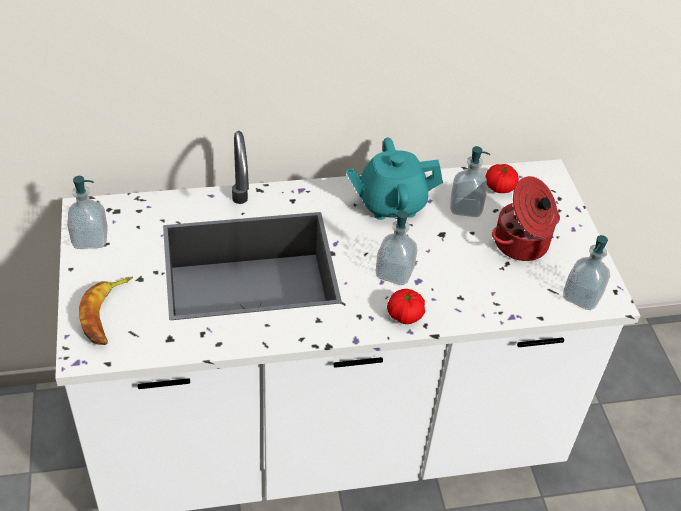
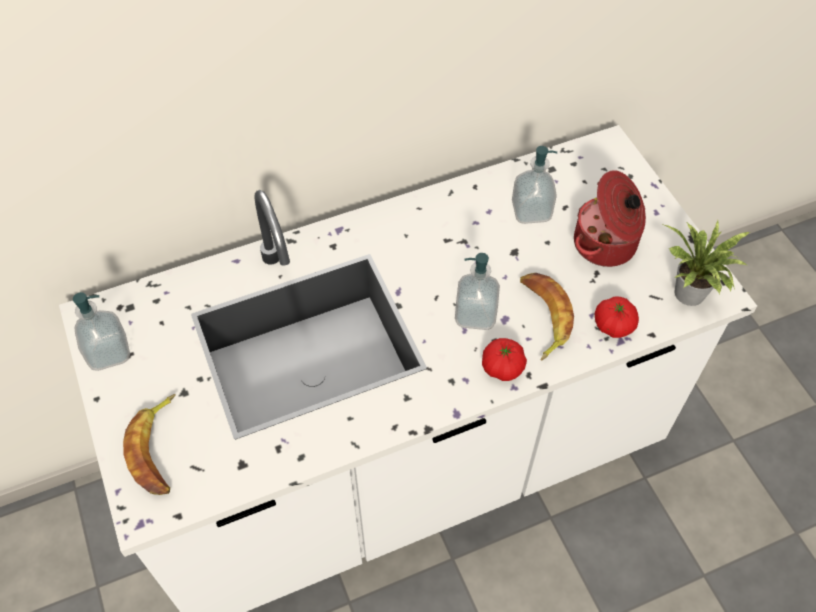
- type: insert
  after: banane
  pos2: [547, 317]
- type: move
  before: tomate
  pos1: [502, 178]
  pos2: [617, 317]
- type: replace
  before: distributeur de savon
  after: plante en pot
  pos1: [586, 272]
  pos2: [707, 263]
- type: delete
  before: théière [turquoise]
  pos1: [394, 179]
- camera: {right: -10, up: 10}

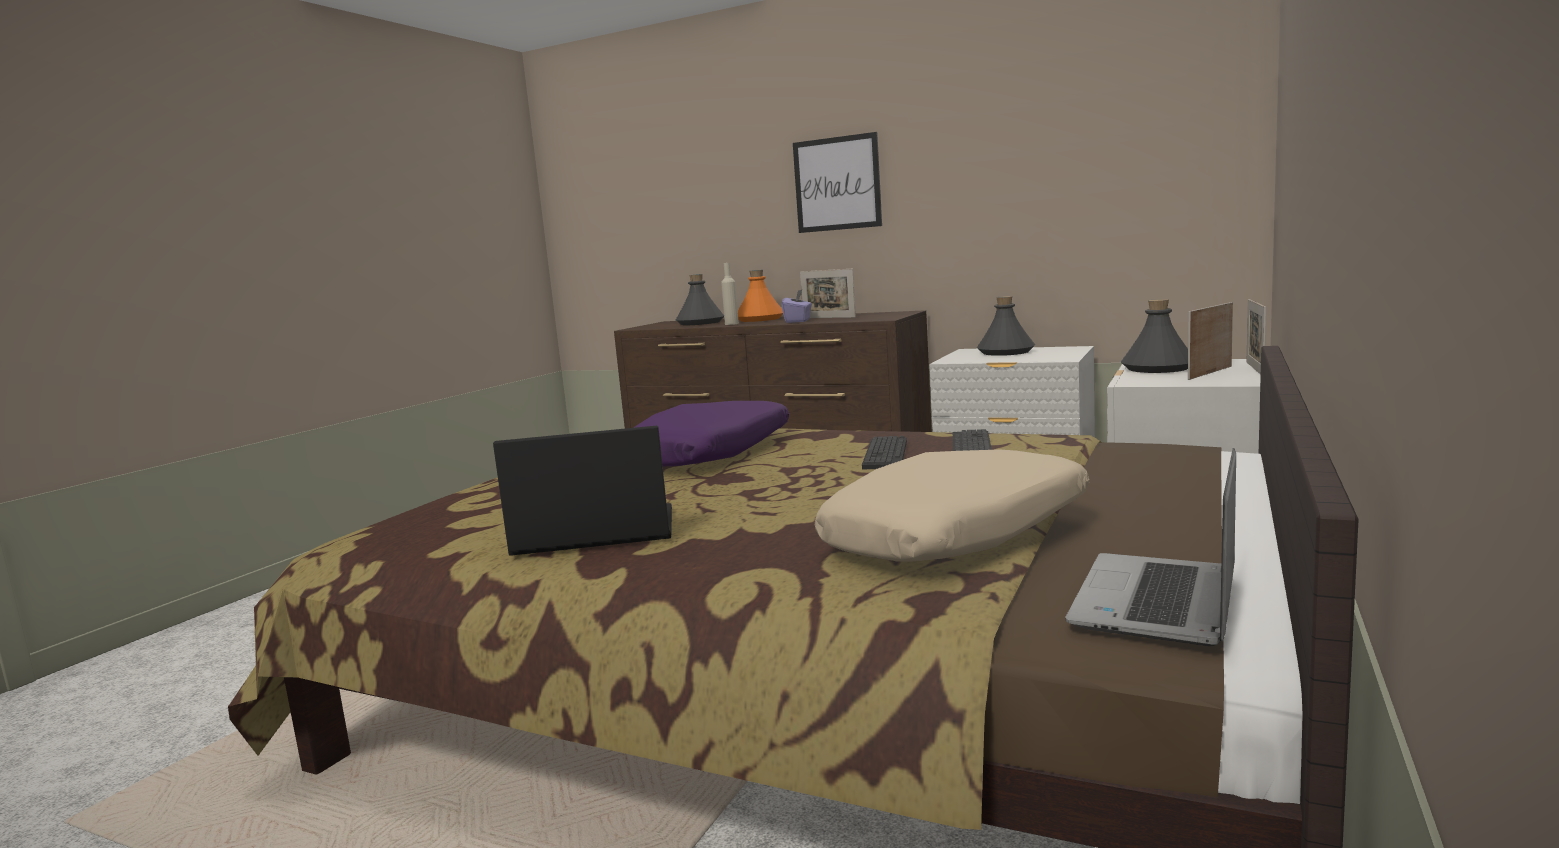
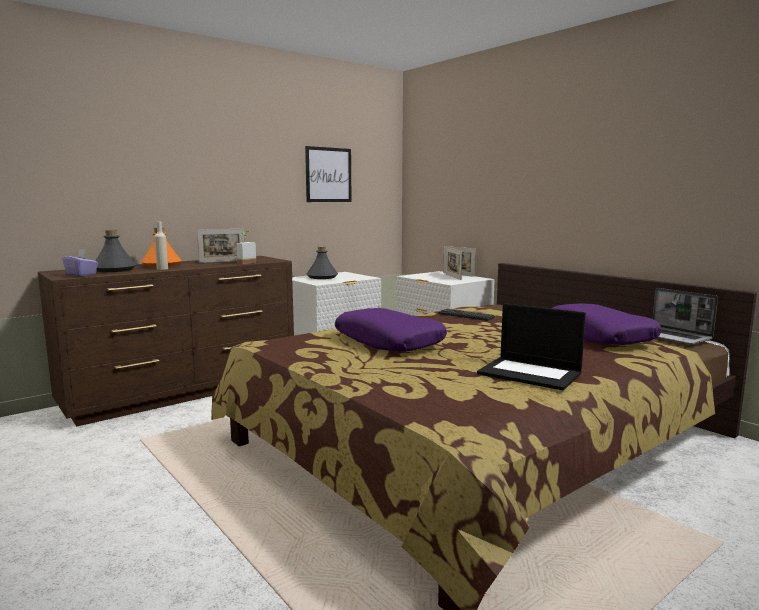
- type: move
  before: boîte à mouchoirs [violet]
  pos1: [796, 306]
  pos2: [80, 263]
- type: insert
  after: plante en pot
  pos2: [246, 247]
- type: move
  before: tableau
  pos1: [837, 182]
  pos2: [328, 174]
- type: rotate
  before: ordinateur portable
  pos1: [582, 491]
  pos2: [531, 346]
  turn: -75
- type: recolor
  before: coussin [beige]
  after: coussin [violet]
  pos1: [952, 505]
  pos2: [607, 324]
- type: delete
  before: clavier
  pos1: [884, 452]
- type: delete
  before: bouteille [gris]
  pos1: [1154, 336]
- camera: {right: -65, up: 0}

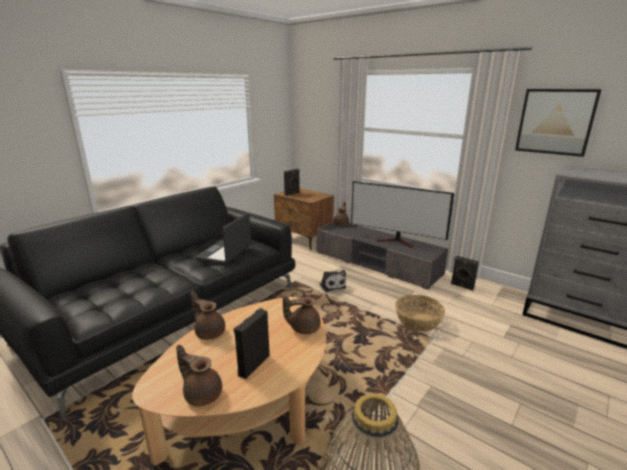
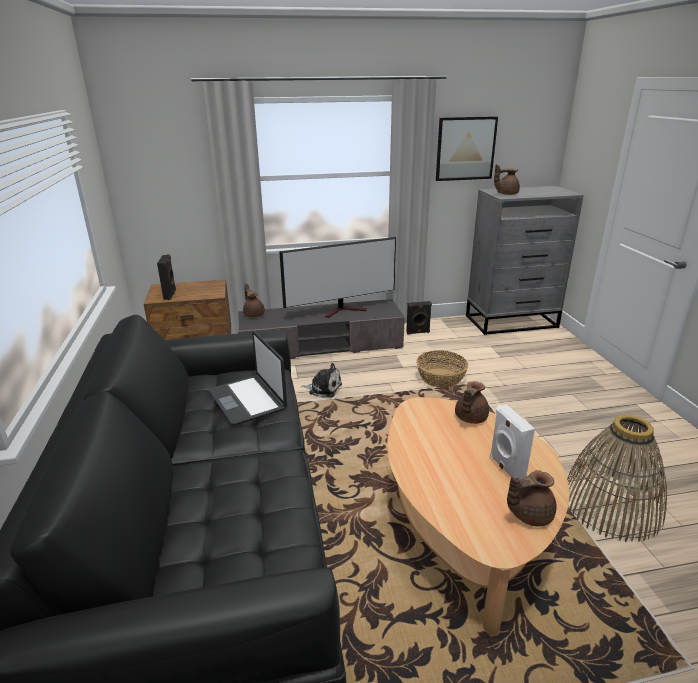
- type: recolor
  before: enceinte [noir]
  after: enceinte [blanc]
  pos1: [252, 343]
  pos2: [512, 442]
- type: move
  before: théière [marron]
  pos1: [208, 315]
  pos2: [507, 179]
- camera: {right: -50, up: 5}

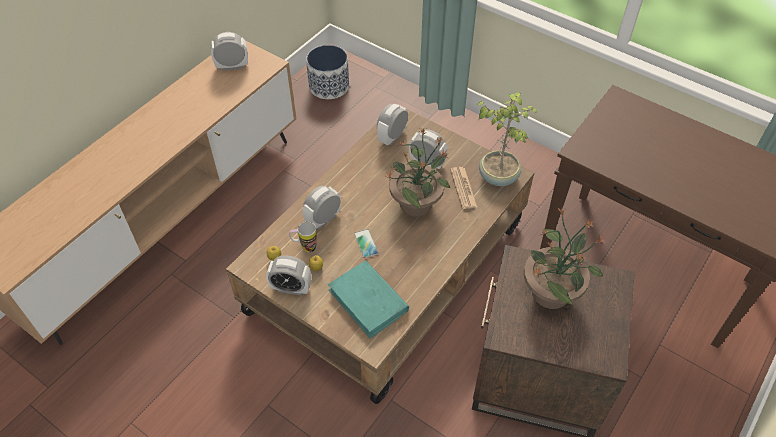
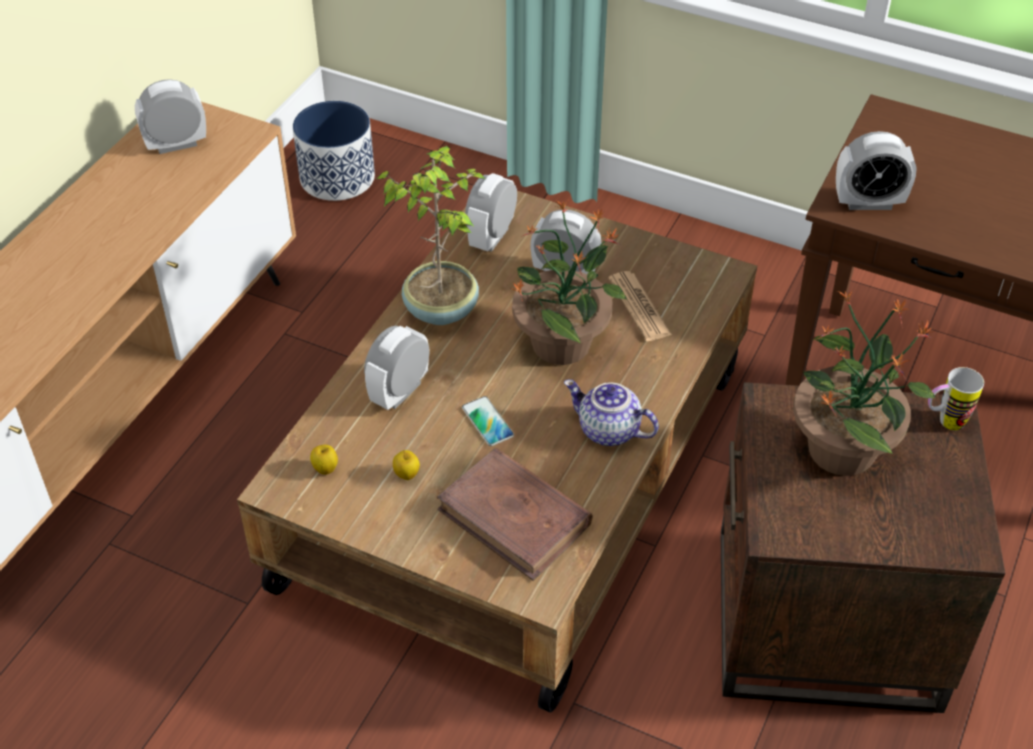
- type: move
  before: plante en pot
  pos1: [506, 139]
  pos2: [431, 235]
- type: recolor
  before: livre [turquoise]
  after: livre [marron]
  pos1: [368, 299]
  pos2: [515, 514]
- type: insert
  after: théière
  pos2: [611, 412]
- type: move
  before: réveil
  pos1: [288, 275]
  pos2: [876, 170]
- type: move
  before: mug
  pos1: [303, 237]
  pos2: [956, 398]
- camera: {right: -10, up: -5}

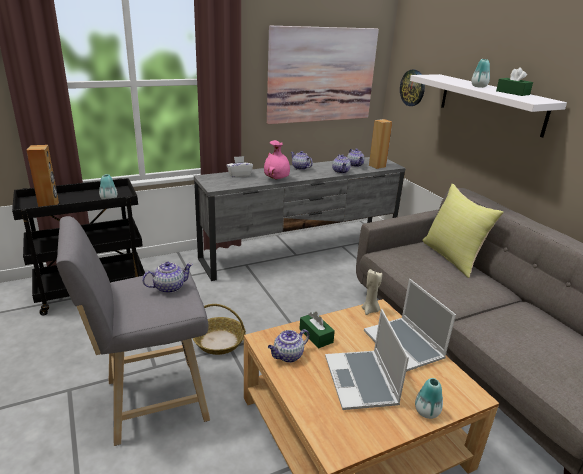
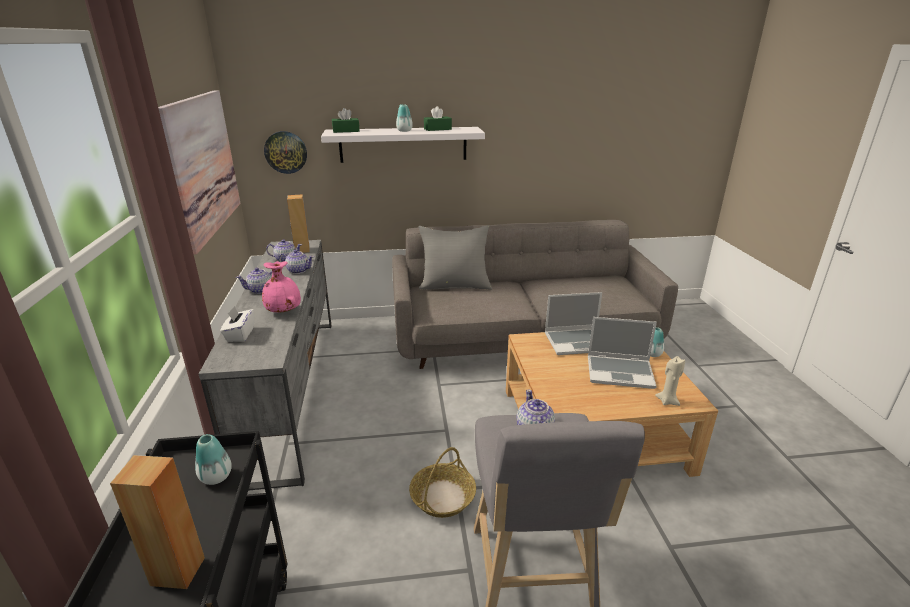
- type: move
  before: boîte à mouchoirs [vert]
  pos1: [317, 330]
  pos2: [346, 120]
- type: recolor
  before: coussin [jaune]
  after: coussin [gris]
  pos1: [463, 231]
  pos2: [455, 257]
- type: move
  before: bougie [beige]
  pos1: [372, 292]
  pos2: [670, 381]
- type: delete
  before: théière
  pos1: [288, 346]
- camera: {right: -70, up: 0}

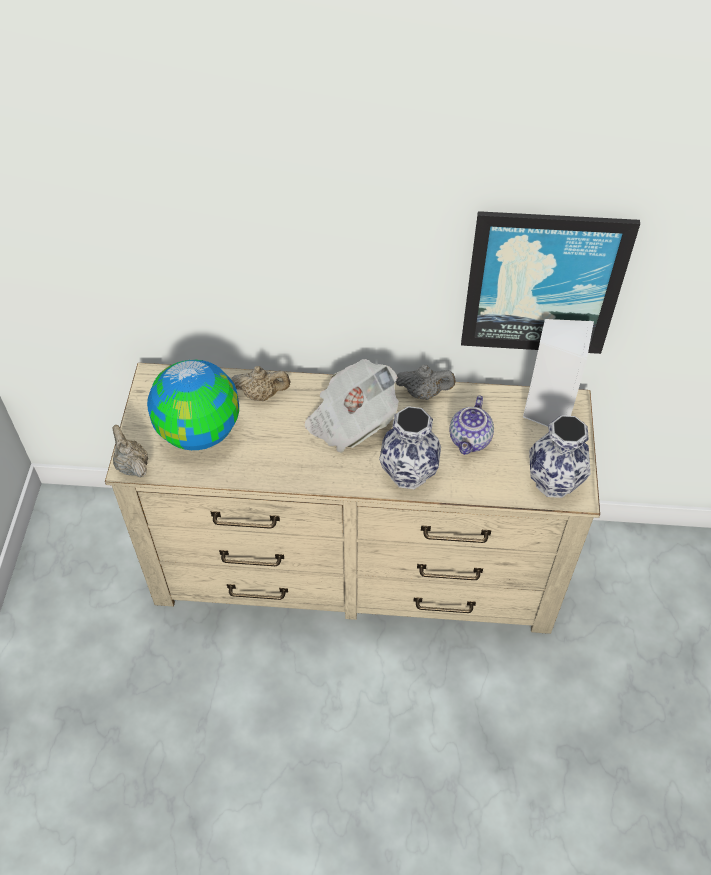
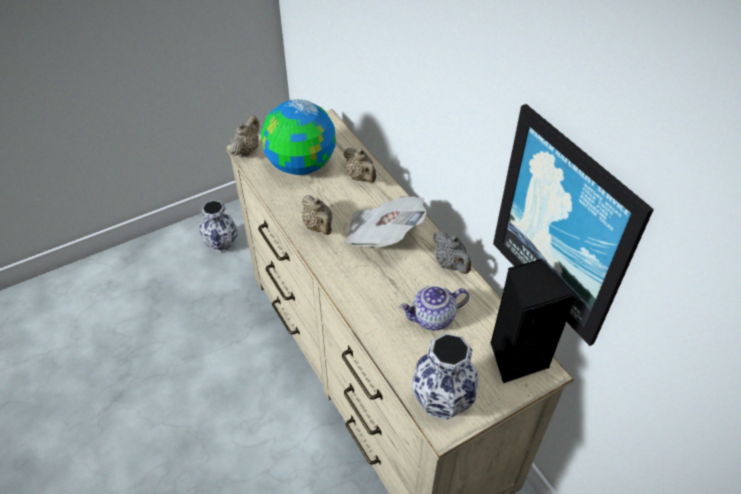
- type: move
  before: vase
  pos1: [410, 447]
  pos2: [218, 227]
- type: insert
  after: théière [beige]
  pos2: [317, 215]
- type: recolor
  before: enceinte [blanc]
  after: enceinte [noir]
  pos1: [558, 373]
  pos2: [533, 321]
- camera: {right: 55, up: -5}

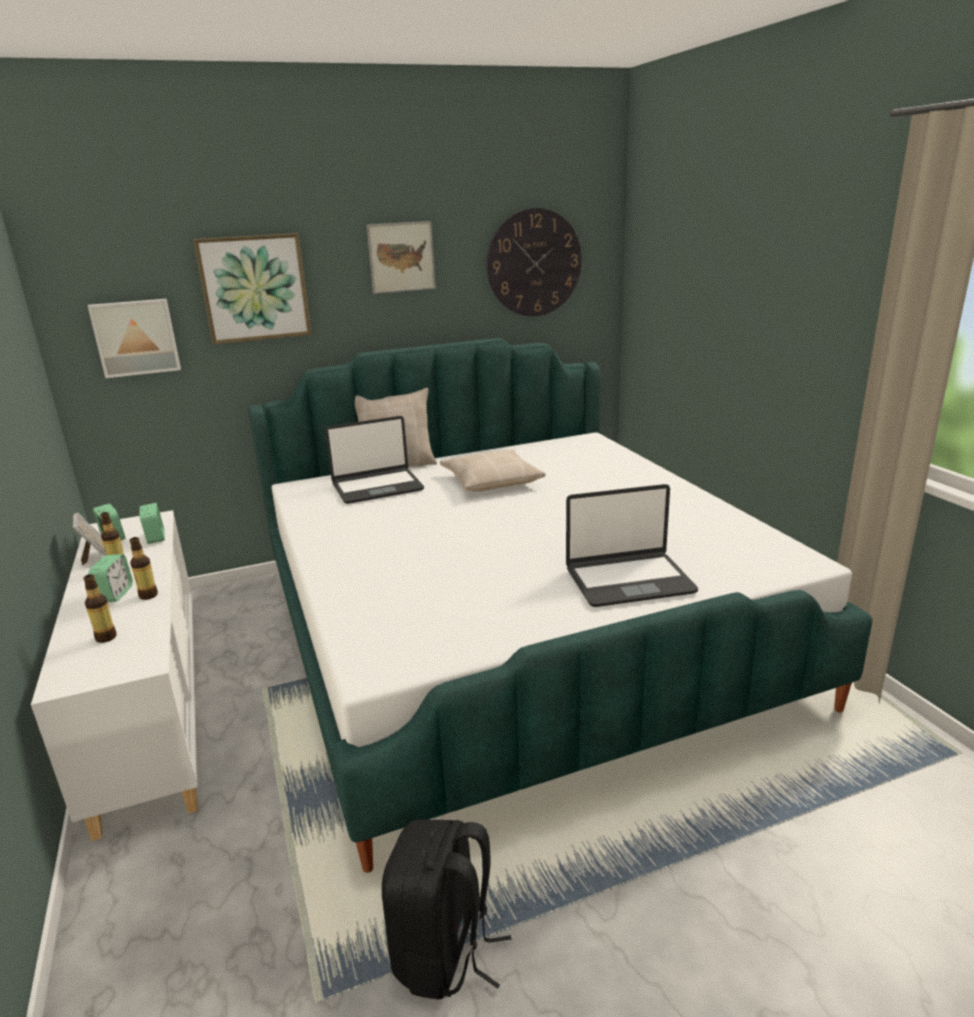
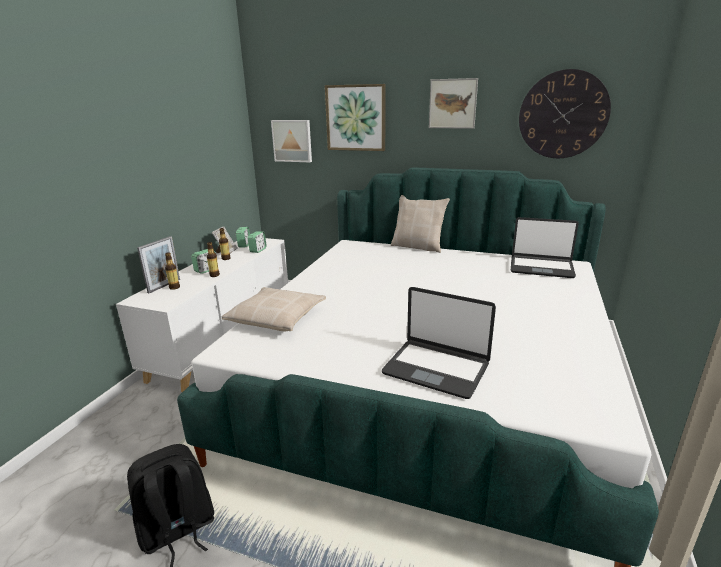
- type: insert
  after: cadre photo
  pos2: [158, 265]
- type: move
  before: coussin [beige]
  pos1: [492, 471]
  pos2: [274, 309]
- type: move
  before: ordinateur portable
  pos1: [374, 460]
  pos2: [545, 247]
- camera: {right: 40, up: 0}

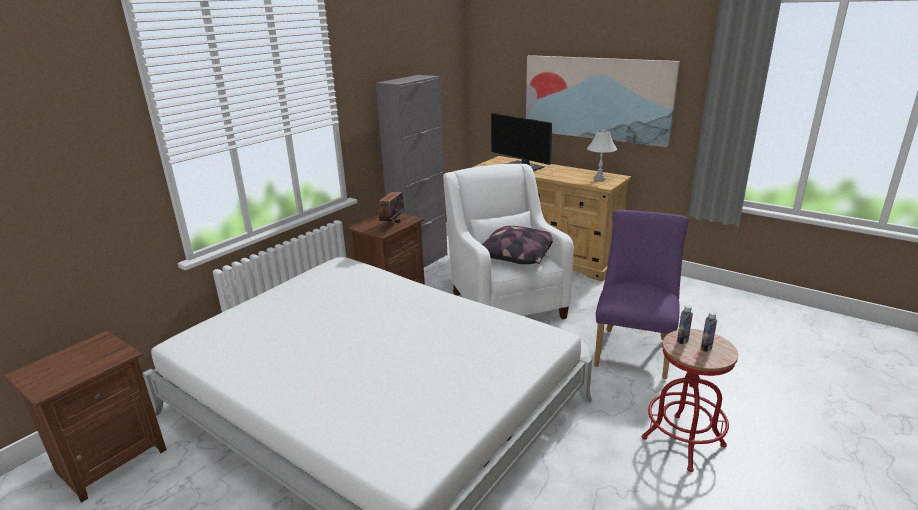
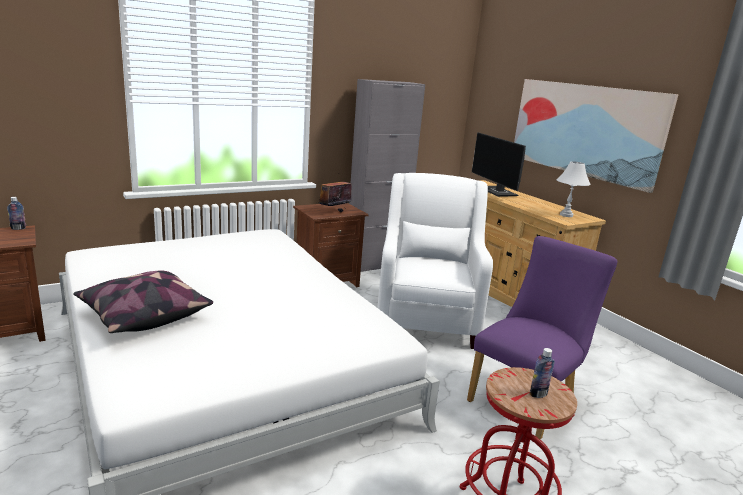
- type: move
  before: bouteille
  pos1: [685, 324]
  pos2: [16, 213]
- type: move
  before: coussin
  pos1: [517, 245]
  pos2: [143, 302]
- camera: {right: 20, up: -5}

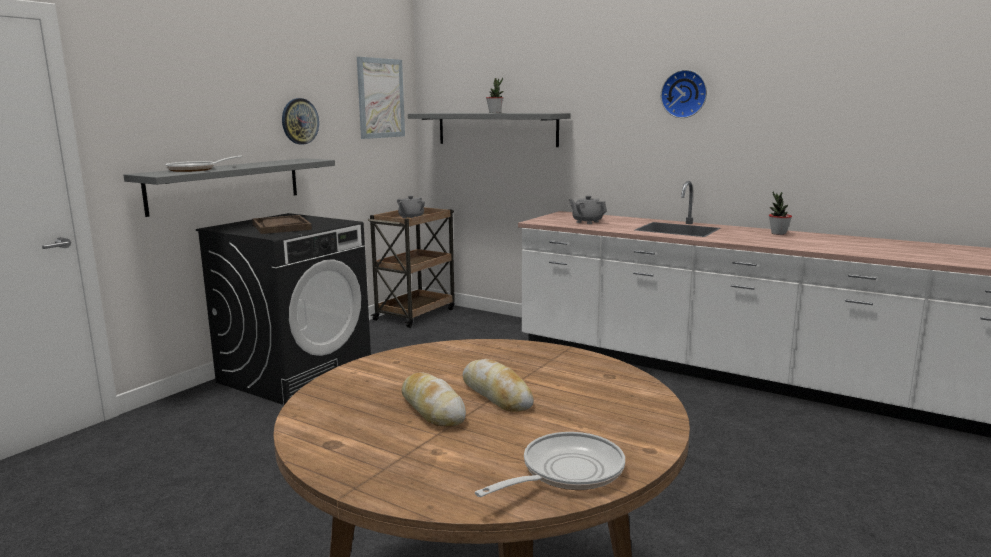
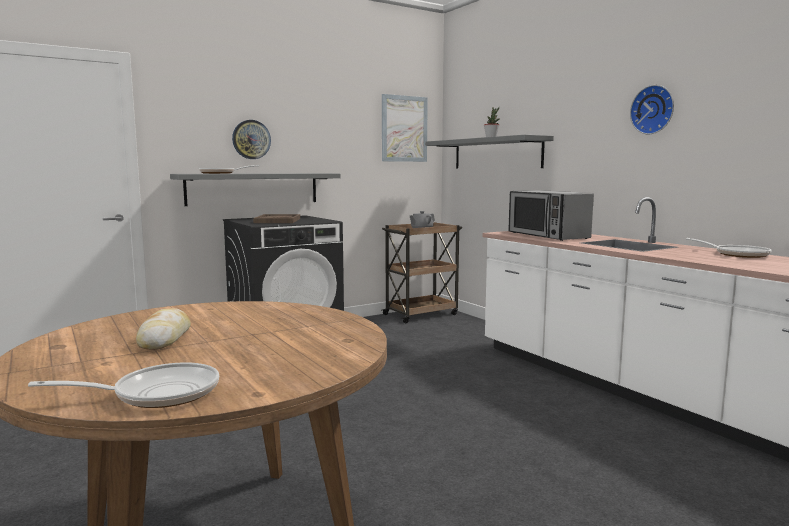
- type: move
  before: horloge murale
  pos1: [300, 121]
  pos2: [251, 139]
- type: replace
  before: théière [gris]
  after: micro-ondes
  pos1: [588, 210]
  pos2: [551, 215]
- type: replace
  before: plante en pot
  after: poêle
  pos1: [780, 213]
  pos2: [729, 248]
- type: delete
  before: pain
  pos1: [498, 385]
- camera: {right: 25, up: -5}

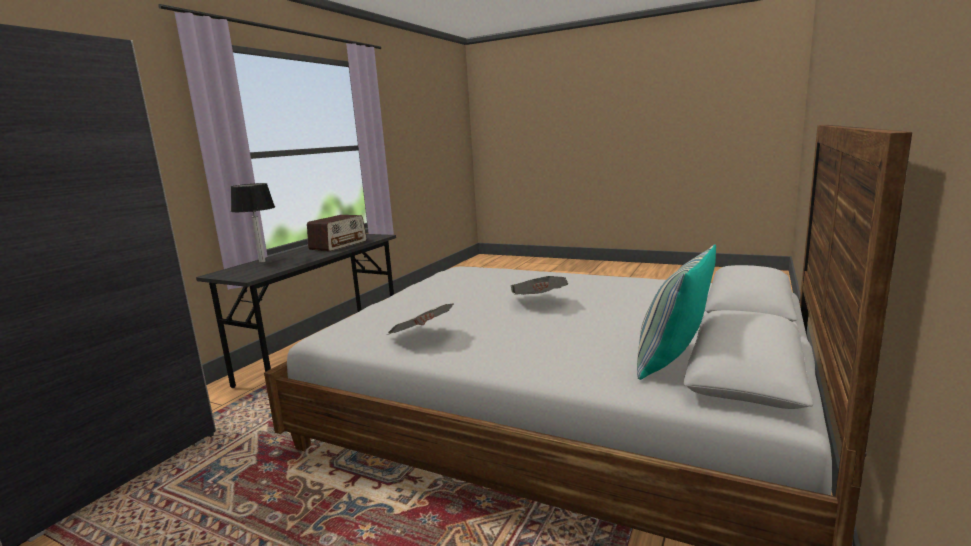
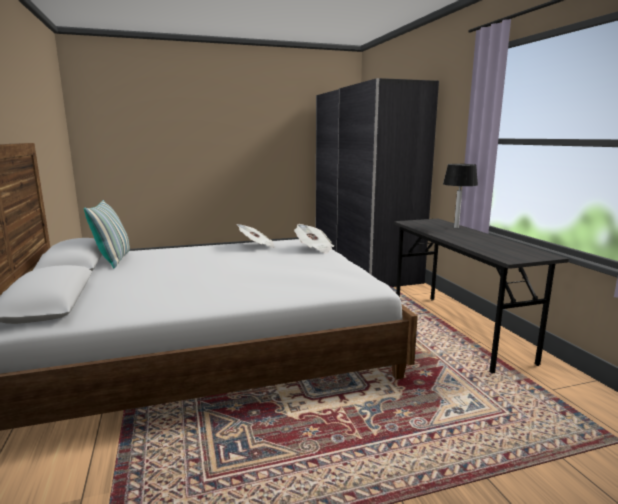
- type: move
  before: journal
  pos1: [539, 285]
  pos2: [314, 238]
- type: delete
  before: radio
  pos1: [337, 233]
- camera: {right: 135, up: 0}

